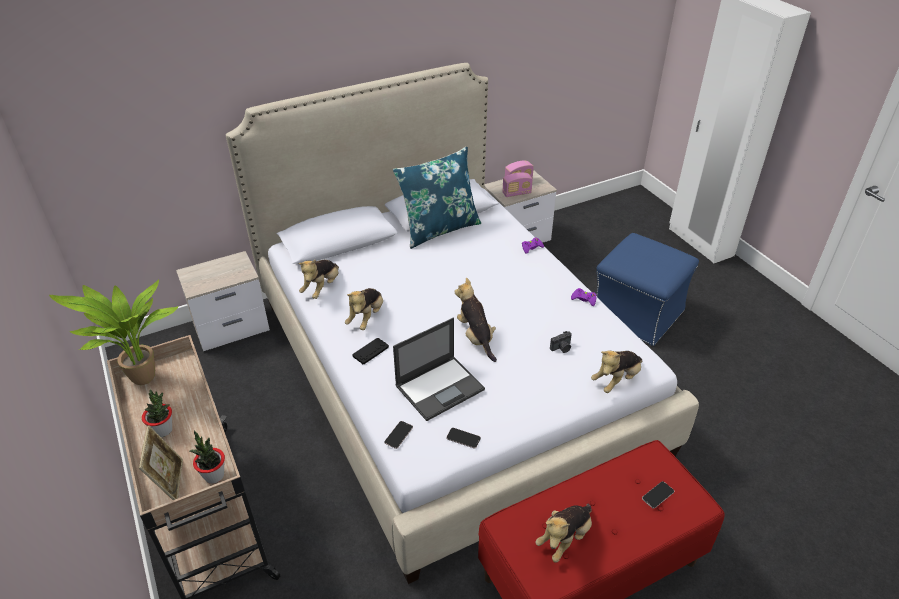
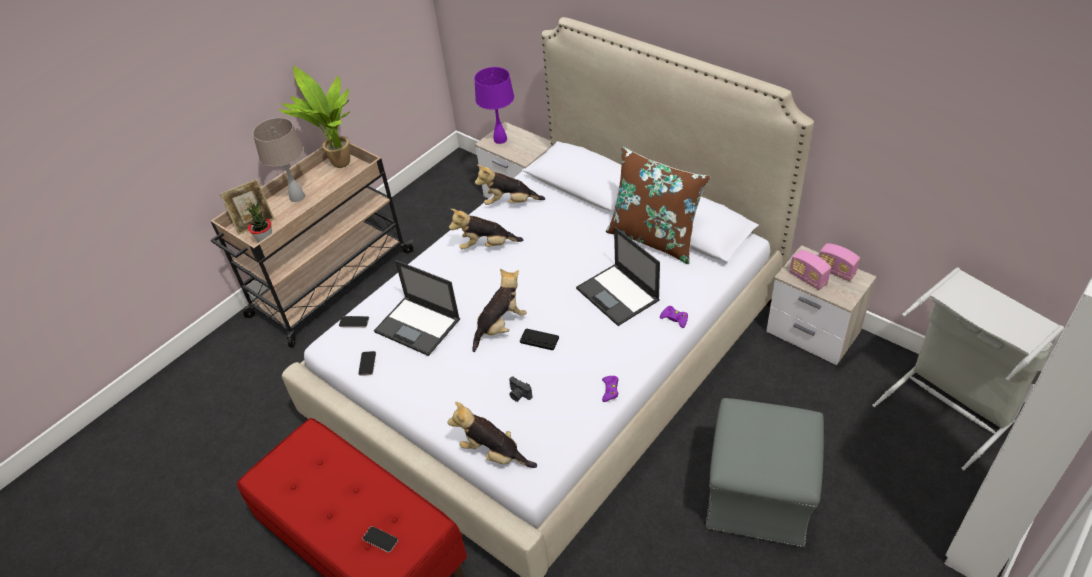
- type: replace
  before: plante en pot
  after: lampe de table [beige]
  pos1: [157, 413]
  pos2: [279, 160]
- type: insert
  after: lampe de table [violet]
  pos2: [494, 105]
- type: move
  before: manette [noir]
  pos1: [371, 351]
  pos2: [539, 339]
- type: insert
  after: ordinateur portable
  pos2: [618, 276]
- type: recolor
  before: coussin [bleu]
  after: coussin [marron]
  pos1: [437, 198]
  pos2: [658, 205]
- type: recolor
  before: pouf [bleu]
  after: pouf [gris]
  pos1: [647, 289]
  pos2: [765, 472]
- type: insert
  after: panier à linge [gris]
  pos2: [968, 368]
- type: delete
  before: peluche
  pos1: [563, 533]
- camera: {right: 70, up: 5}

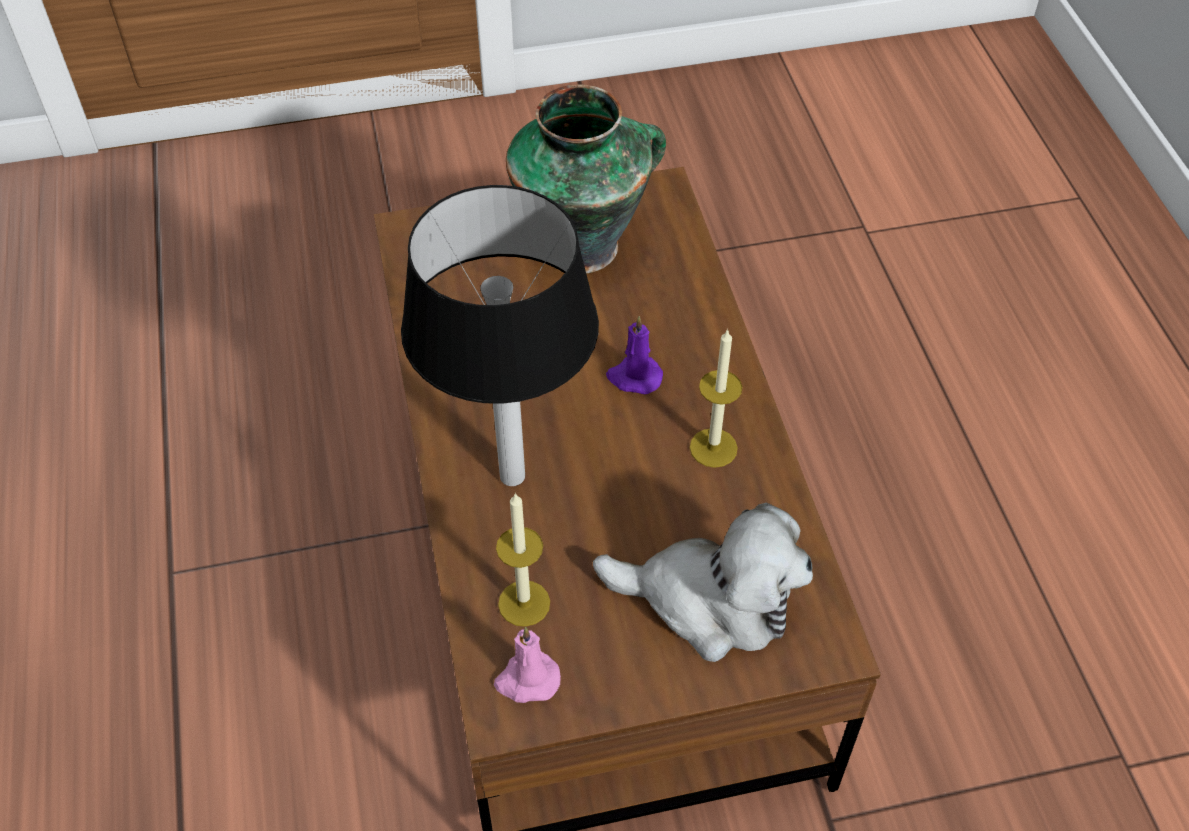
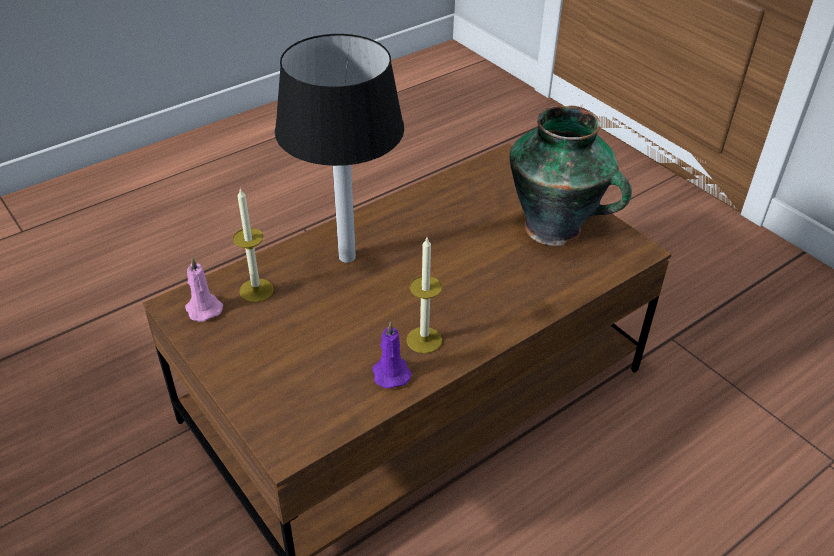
- type: move
  before: bougie [violet]
  pos1: [634, 355]
  pos2: [392, 355]
- type: delete
  before: peluche
  pos1: [703, 582]
- camera: {right: 65, up: -10}

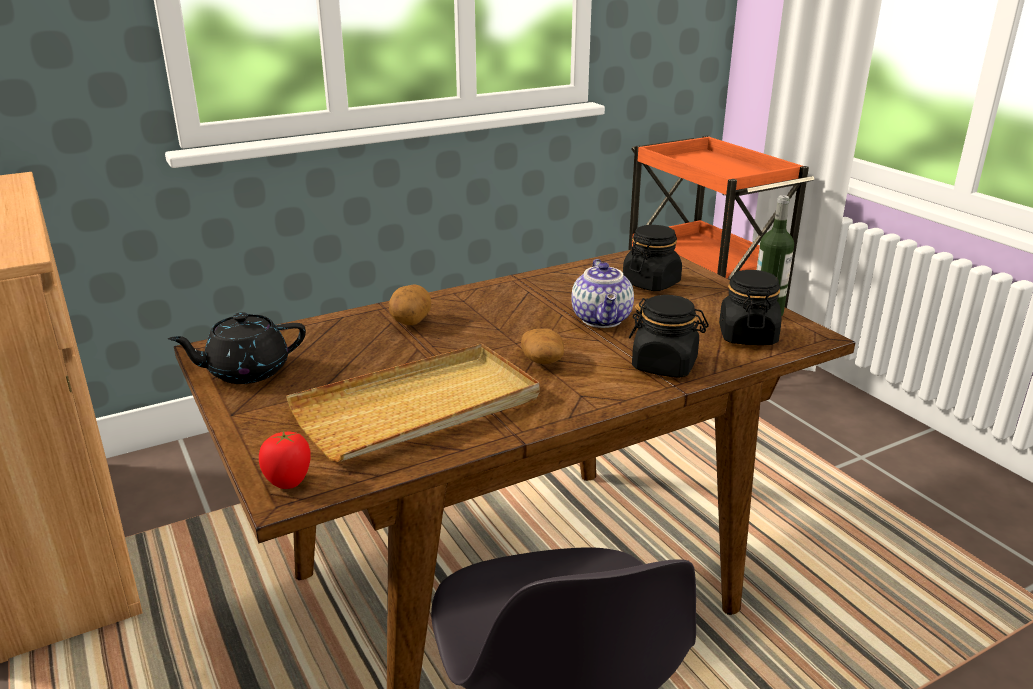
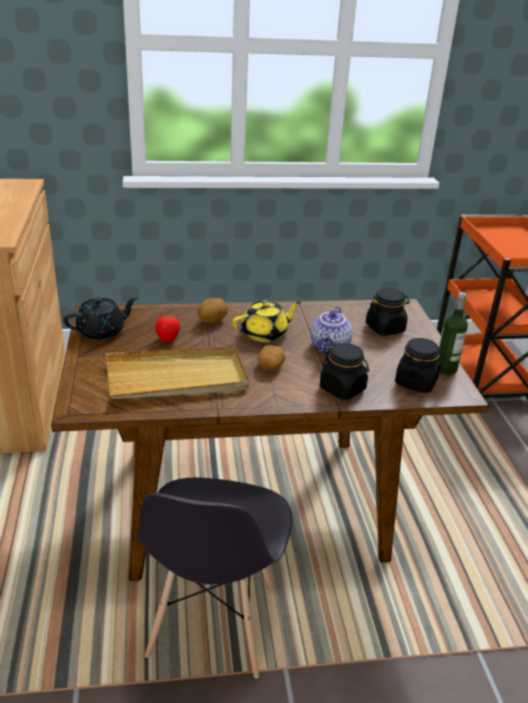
- type: rotate
  before: théière [noir]
  pos1: [237, 348]
  pos2: [100, 318]
  turn: 150
- type: move
  before: tomate
  pos1: [285, 460]
  pos2: [167, 328]
- type: insert
  after: théière [jaune]
  pos2: [267, 321]
- camera: {right: 20, up: 5}

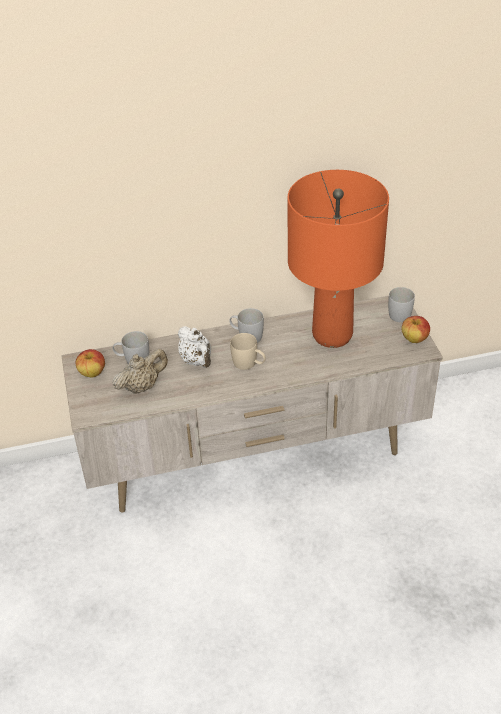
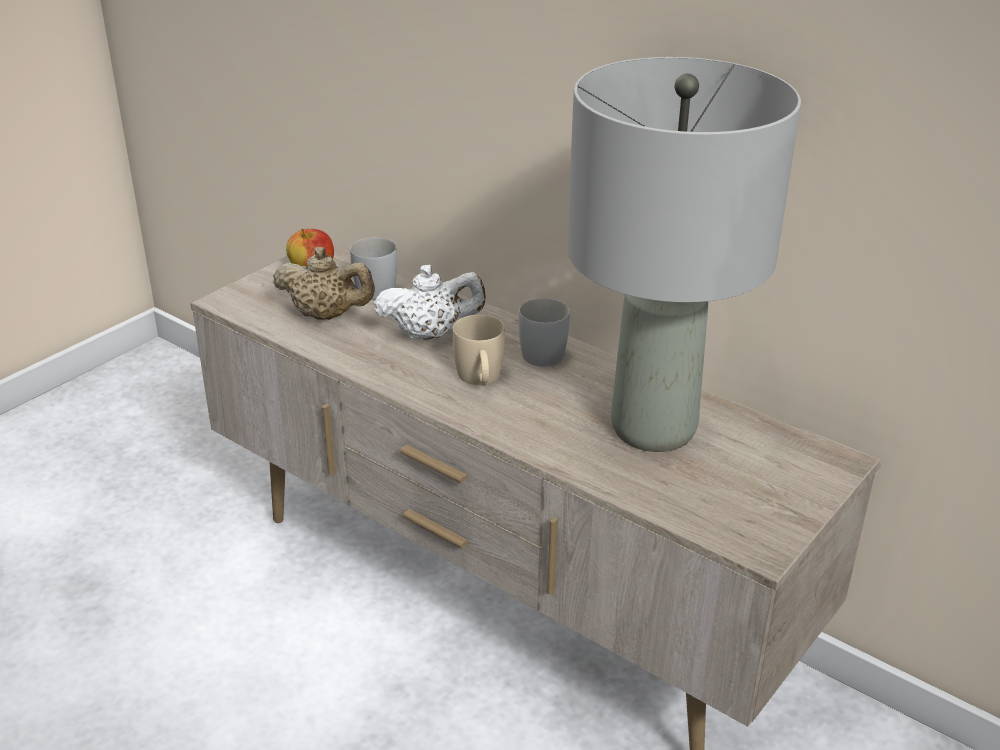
- type: rotate
  before: théière [blanc]
  pos1: [194, 347]
  pos2: [430, 302]
  turn: -120
- type: recolor
  before: lampe de table [orange]
  after: lampe de table [gris]
  pos1: [338, 259]
  pos2: [684, 254]
- type: delete
  before: mug [blanc]
  pos1: [401, 304]
- type: delete
  before: pomme
  pos1: [415, 329]
- camera: {right: 50, up: -10}

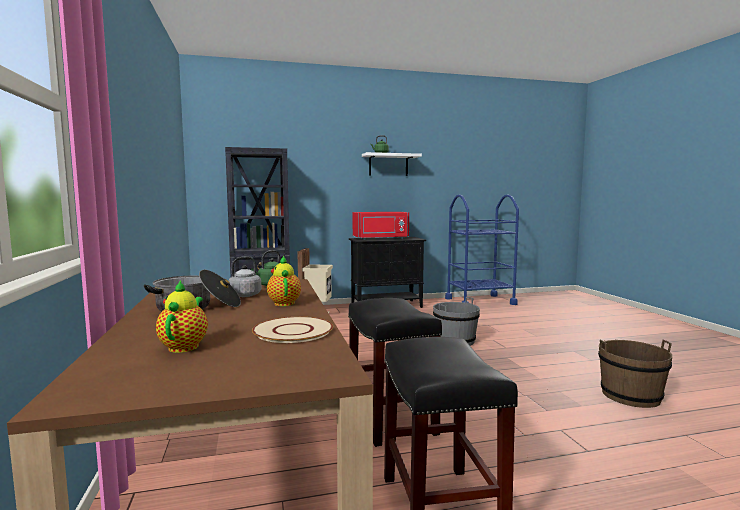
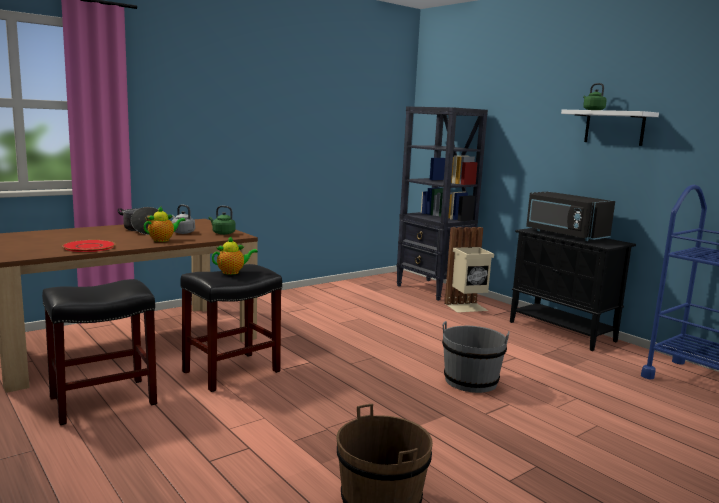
- type: recolor
  before: assiette [beige]
  after: assiette [rouge]
  pos1: [292, 330]
  pos2: [89, 246]
- type: move
  before: théière
  pos1: [182, 317]
  pos2: [235, 255]
- type: recolor
  before: micro-ondes [rouge]
  after: micro-ondes [noir]
  pos1: [381, 226]
  pos2: [570, 216]
- camera: {right: 65, up: 5}

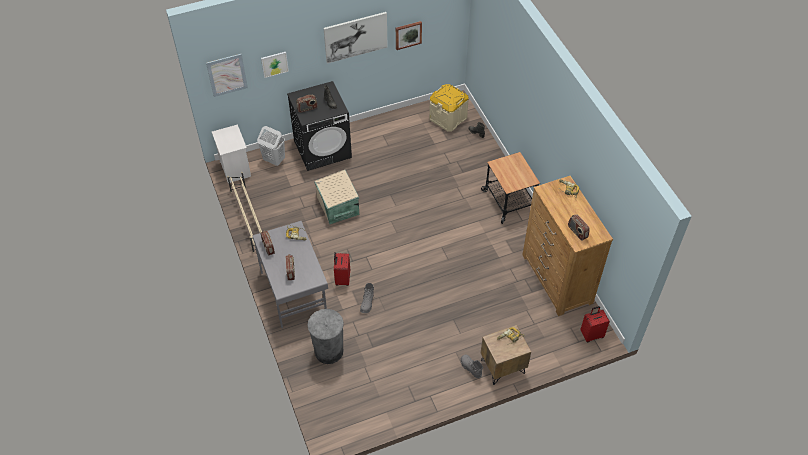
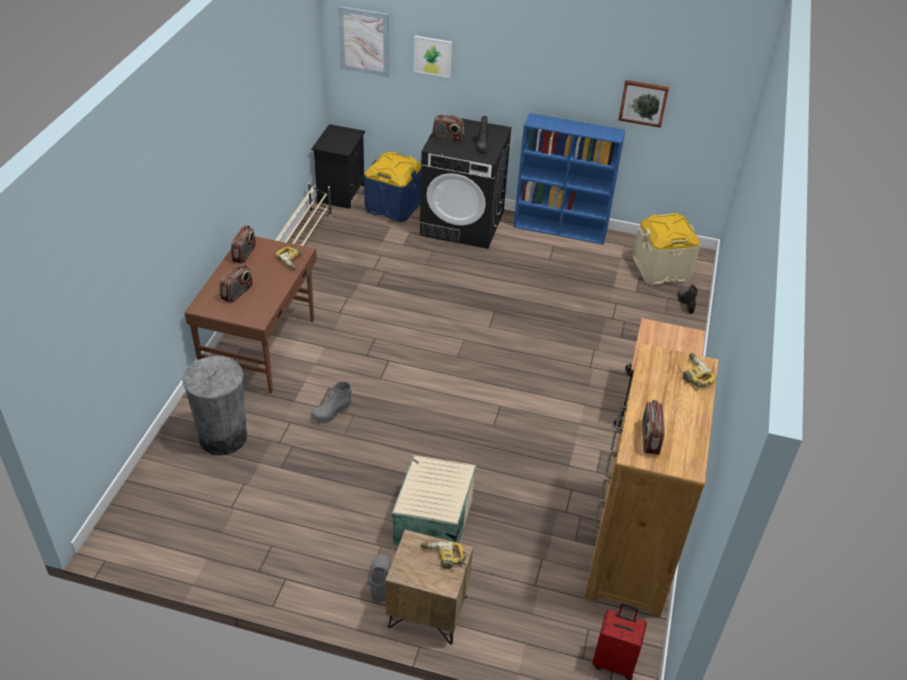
- type: recolor
  before: bureau [gris]
  after: bureau [marron]
  pos1: [290, 274]
  pos2: [251, 315]
- type: recolor
  before: table de chevet [blanc]
  after: table de chevet [noir]
  pos1: [231, 153]
  pos2: [338, 166]
- type: replace
  before: panier à linge [blanc]
  after: boîte de rangement [bleu]
  pos1: [271, 146]
  pos2: [392, 187]
- type: move
  before: boîte de rangement [beige]
  pos1: [336, 197]
  pos2: [434, 500]
- type: insert
  after: bibliothèque [bleu]
  pos2: [569, 179]
- type: delete
  before: tableau
  pos1: [356, 38]
- type: delete
  before: valise [rouge]
  pos1: [342, 269]
- camera: {right: 35, up: -10}

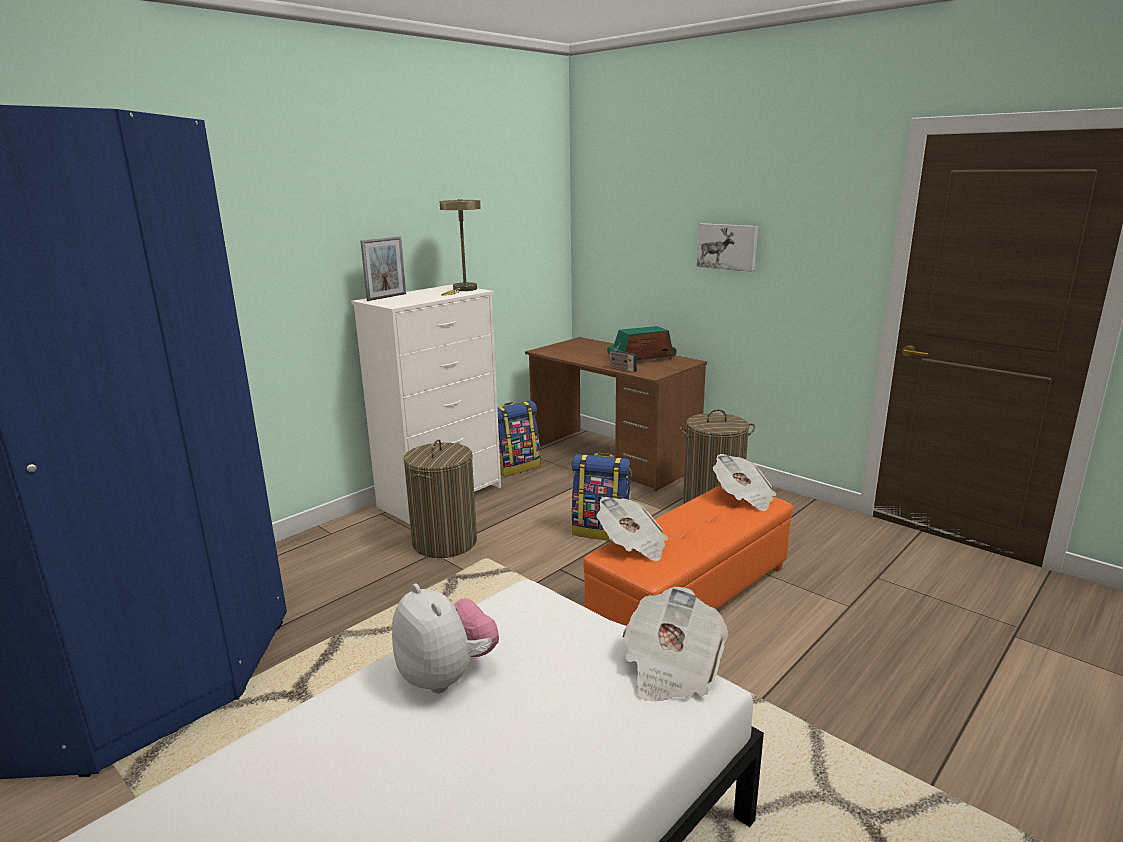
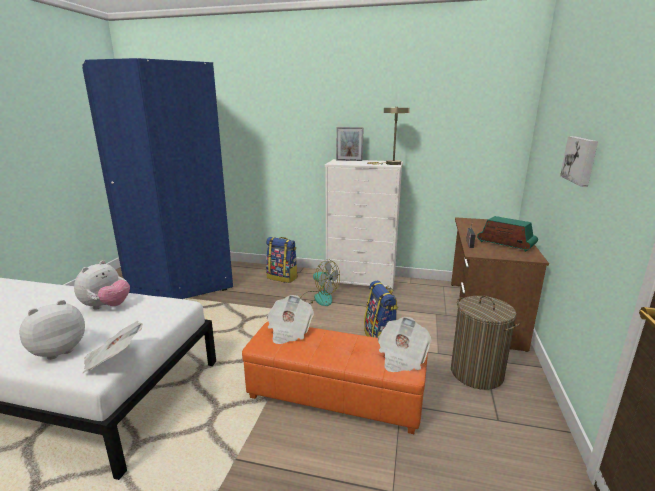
- type: insert
  after: peluche
  pos2: [52, 330]
- type: move
  before: sac à dos
  pos1: [518, 438]
  pos2: [282, 260]
- type: replace
  before: panier à linge
  after: ventilateur
  pos1: [440, 499]
  pos2: [320, 282]
- camera: {right: 60, up: 0}

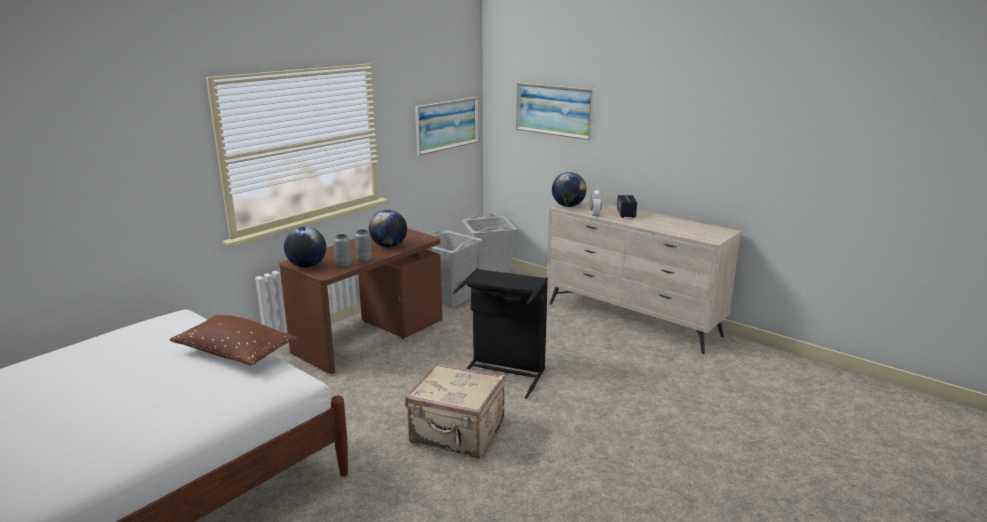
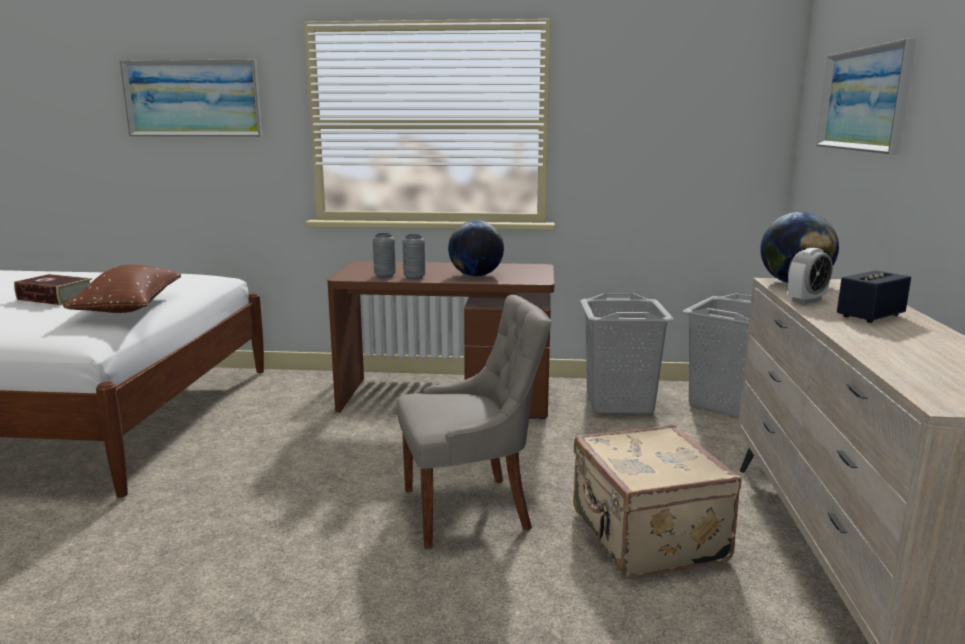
- type: insert
  after: livre
  pos2: [53, 289]
- type: move
  before: tableau
  pos1: [447, 126]
  pos2: [191, 98]
- type: replace
  before: panier à linge [noir]
  after: chaise [gris]
  pos1: [500, 333]
  pos2: [474, 422]
- type: move
  before: valise [beige]
  pos1: [455, 411]
  pos2: [657, 501]
- type: delete
  before: globe
  pos1: [305, 247]
- camera: {right: 55, up: -5}

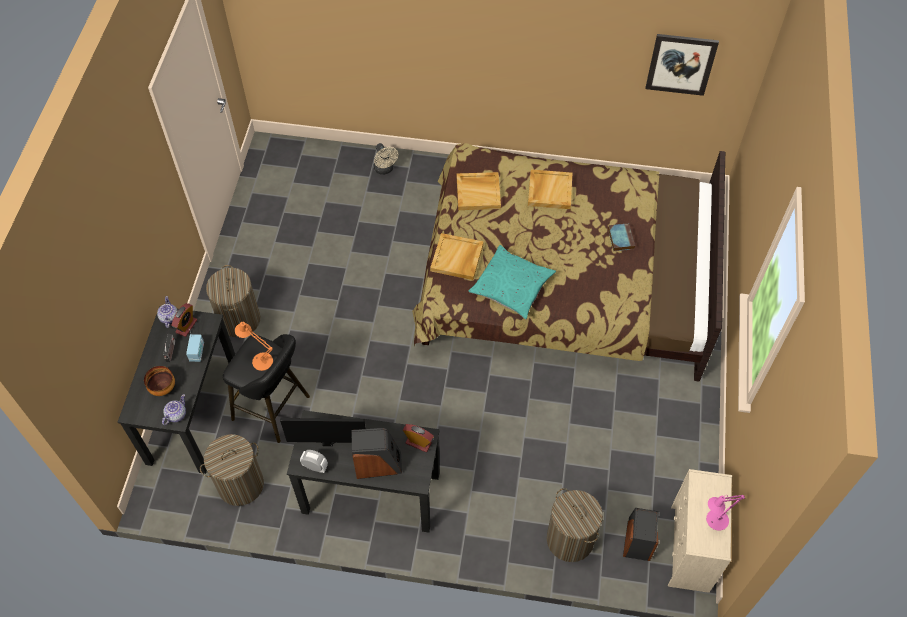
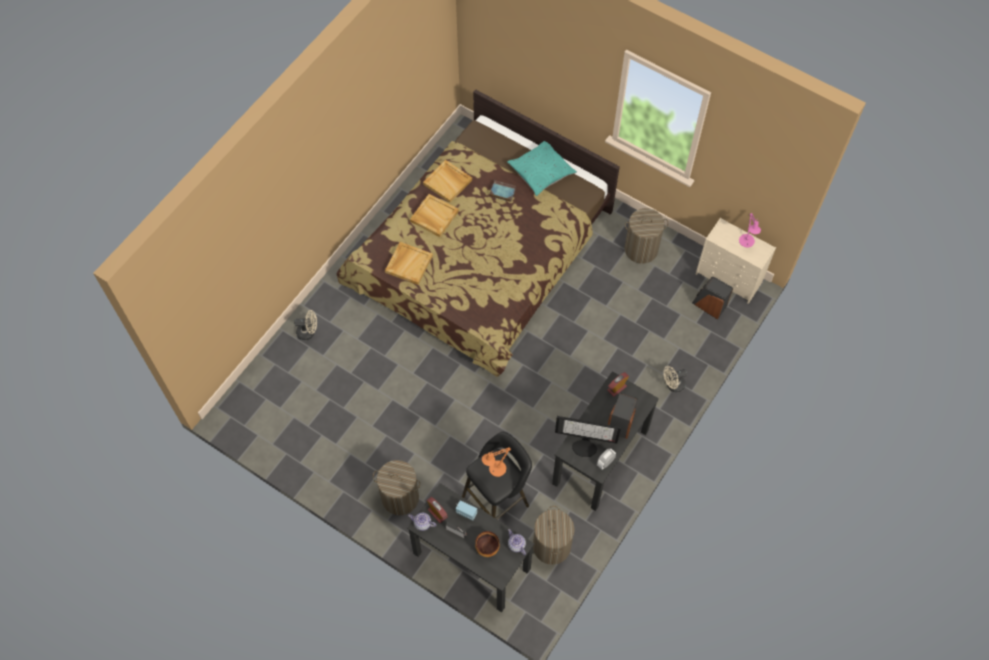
- type: move
  before: plateau [beige]
  pos1: [457, 256]
  pos2: [447, 181]
- type: move
  before: coussin [turquoise]
  pos1: [512, 282]
  pos2: [542, 168]
- type: rotate
  before: écran d'ordinateur
  pos1: [323, 432]
  pos2: [588, 436]
  turn: -105
- type: move
  before: panier à linge
  pos1: [575, 525]
  pos2: [646, 236]
- type: insert
  after: ventilateur [beige]
  pos2: [675, 379]
- type: delete
  before: tableau
  pos1: [682, 65]
- camera: {right: -65, up: 5}

